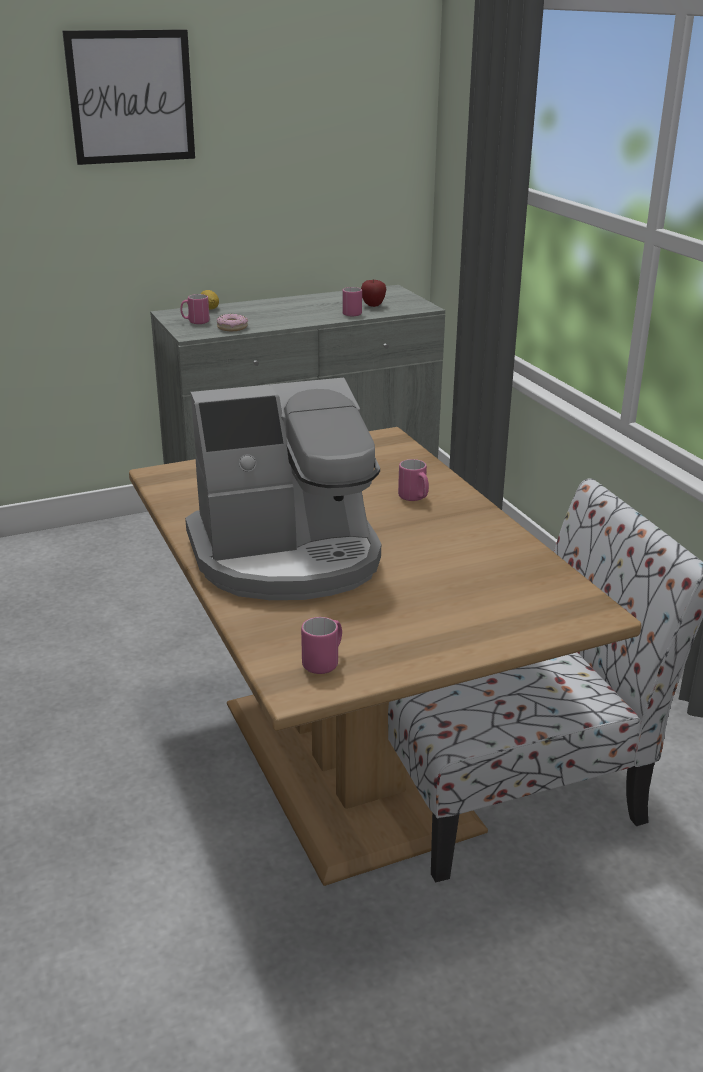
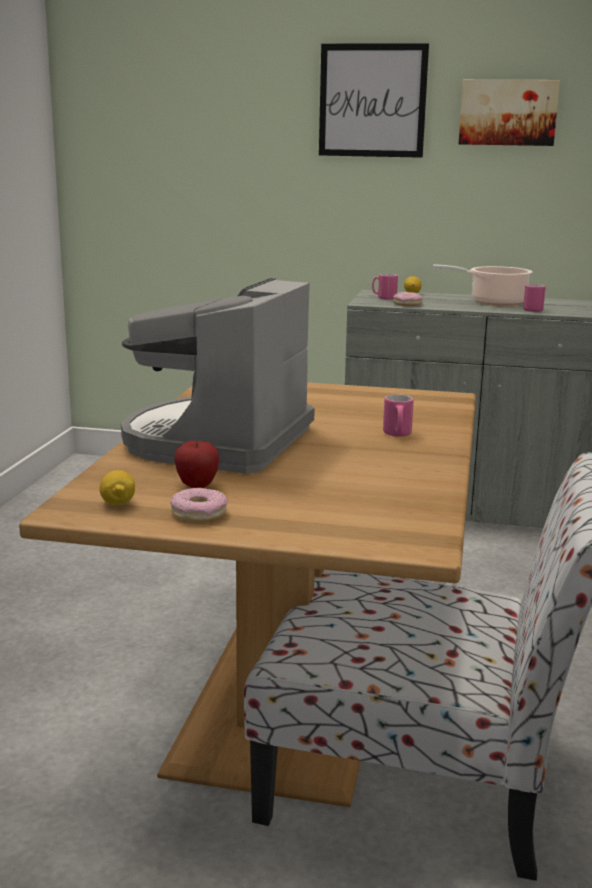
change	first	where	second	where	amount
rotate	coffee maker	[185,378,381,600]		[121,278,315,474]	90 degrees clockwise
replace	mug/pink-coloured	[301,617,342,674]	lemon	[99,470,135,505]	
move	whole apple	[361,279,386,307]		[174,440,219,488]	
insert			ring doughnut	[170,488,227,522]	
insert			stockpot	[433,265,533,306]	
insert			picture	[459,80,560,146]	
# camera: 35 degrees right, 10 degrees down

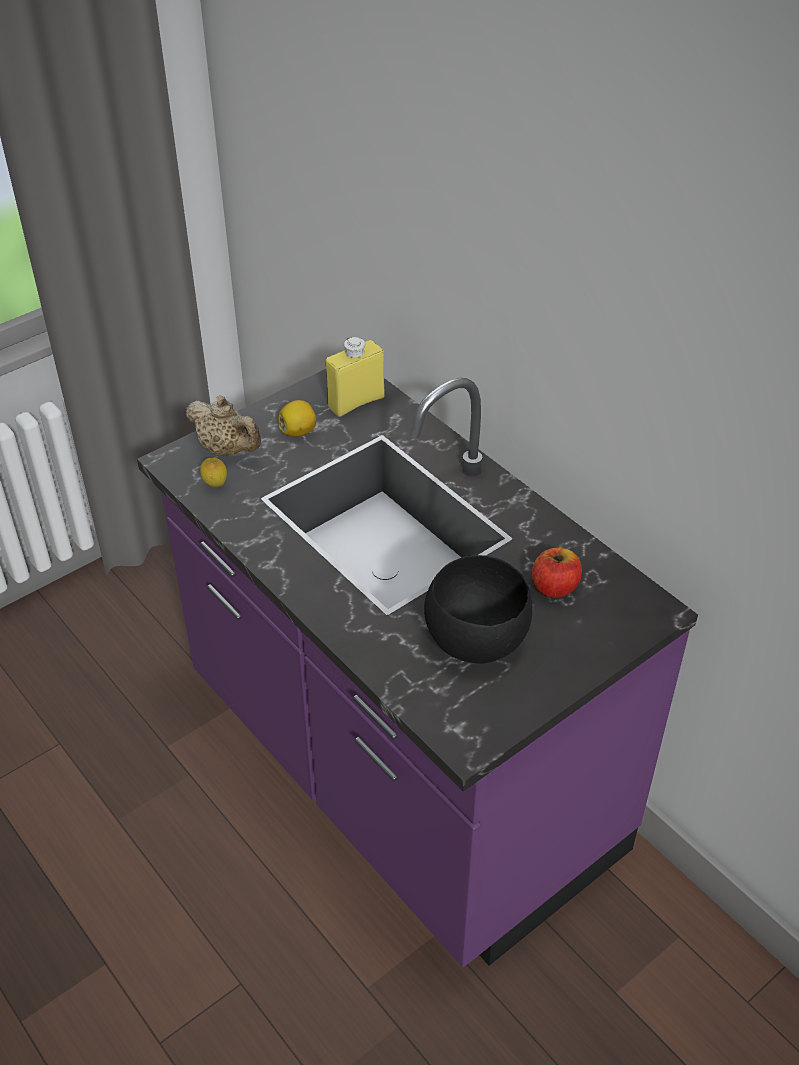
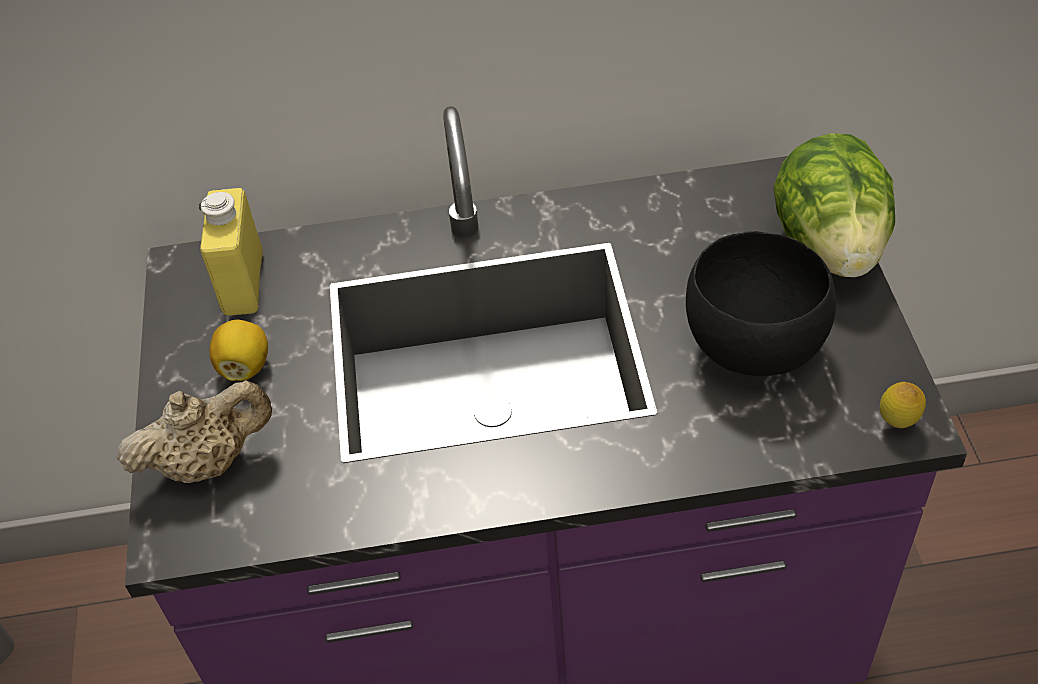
change	first	where	second	where	amount
move	lemon	[200,458,227,488]		[880,382,926,428]	
delete	whole apple	[532,548,582,598]			
insert			lettuce head	[773,133,895,277]	
# camera: 55 degrees left, 5 degrees up

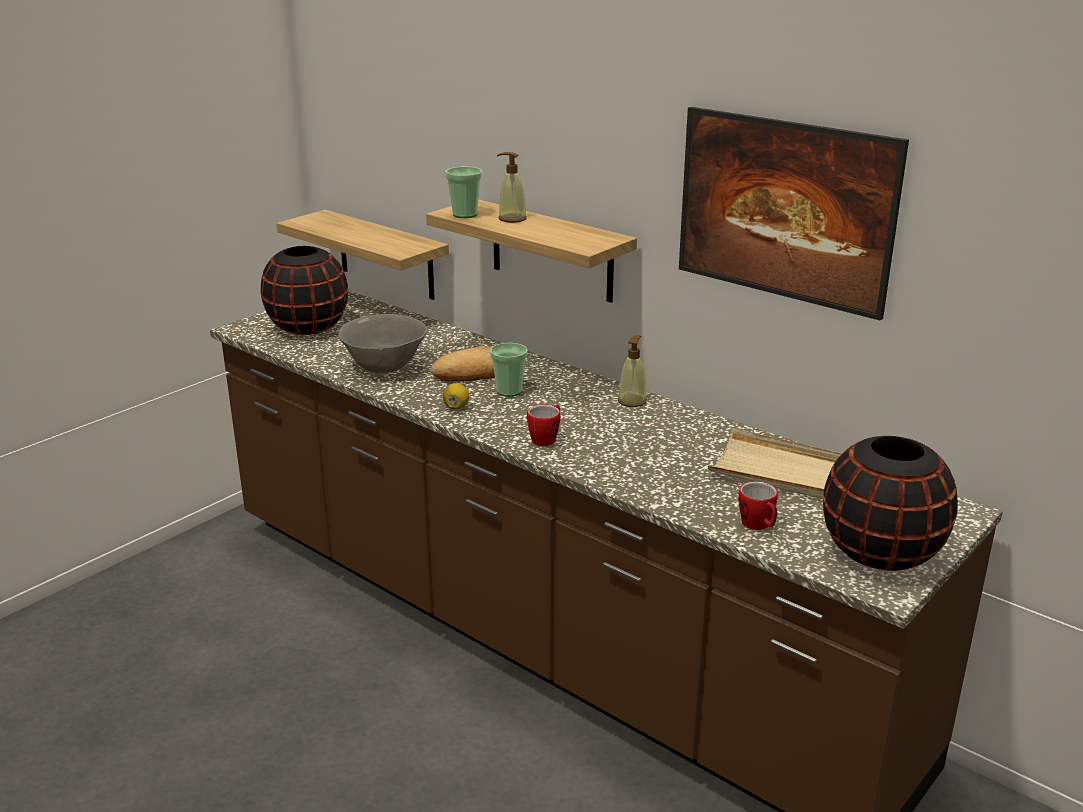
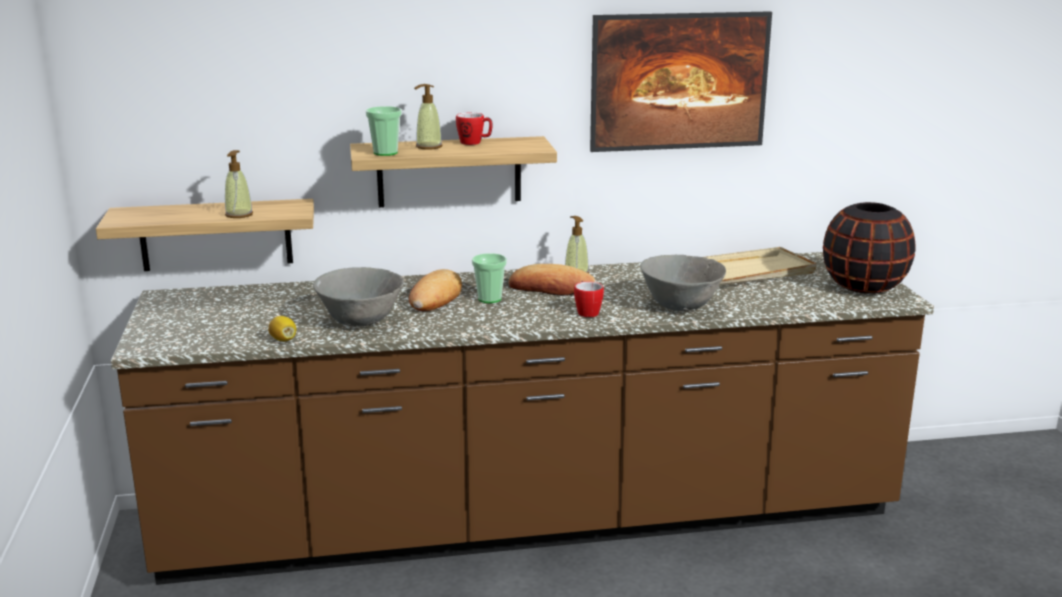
change	first	where	second	where	amount
delete	decorative vase/black	[261,246,348,335]			
move	lemon	[443,383,469,410]		[268,316,296,341]	
move	mug	[738,481,778,530]		[456,113,493,145]	
insert			soap bottle	[225,150,253,218]	
insert			bread	[509,264,596,296]	
insert			bowl/greyish	[640,255,726,311]	
# camera: 50 degrees left, 5 degrees down

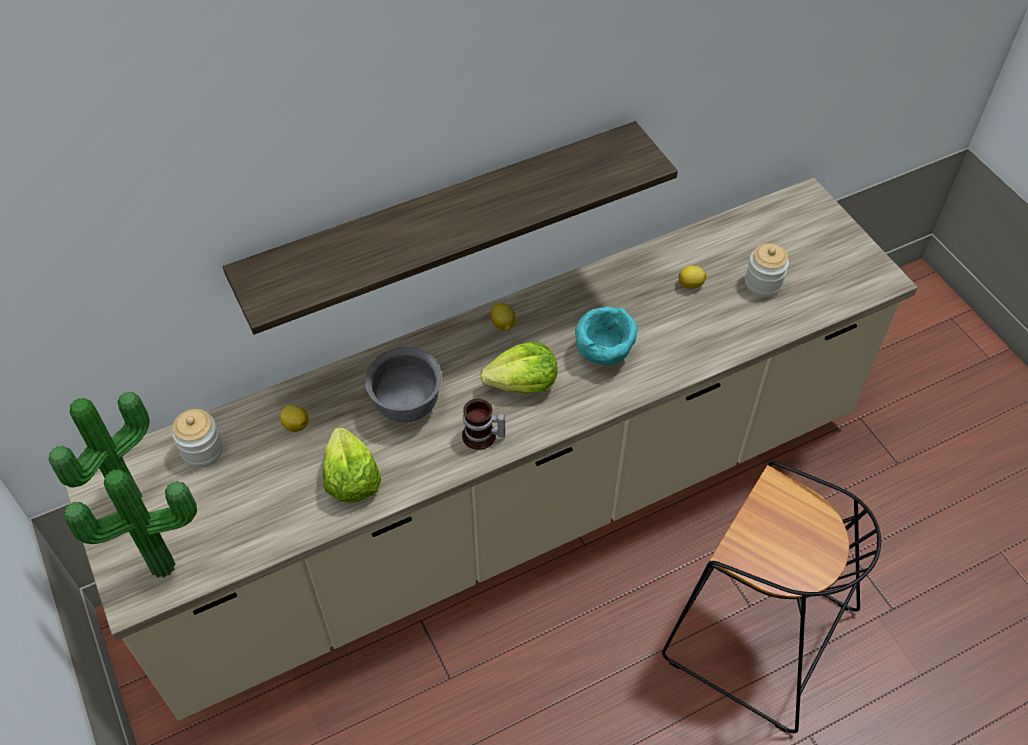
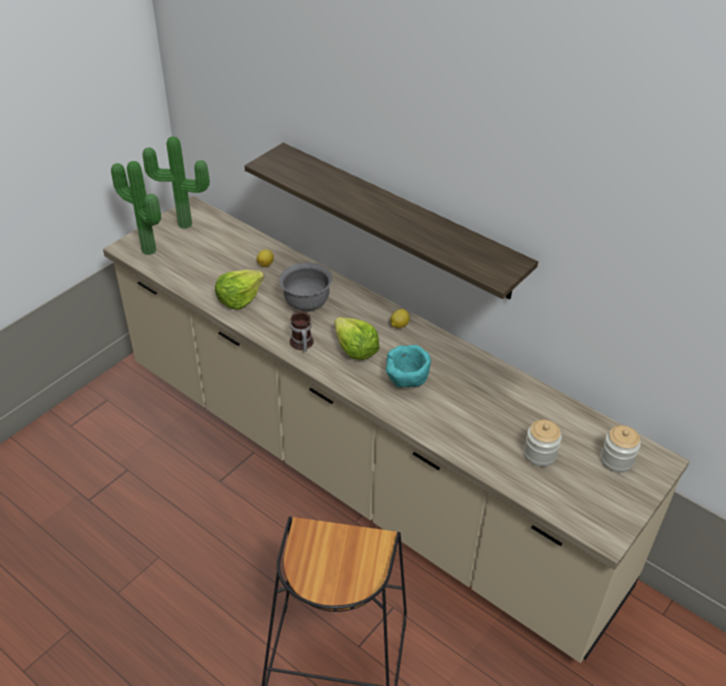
change	first	where	second	where	amount
move	jar	[172,409,223,467]		[601,425,641,473]	
delete	lemon	[679,265,707,289]			
# camera: 65 degrees right, 10 degrees down

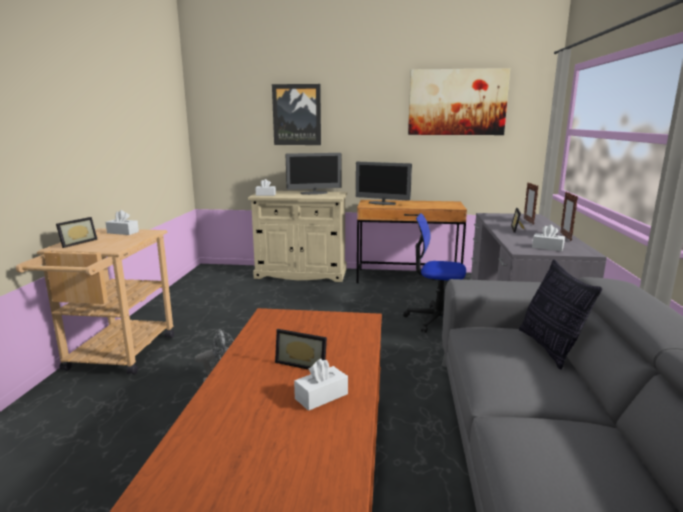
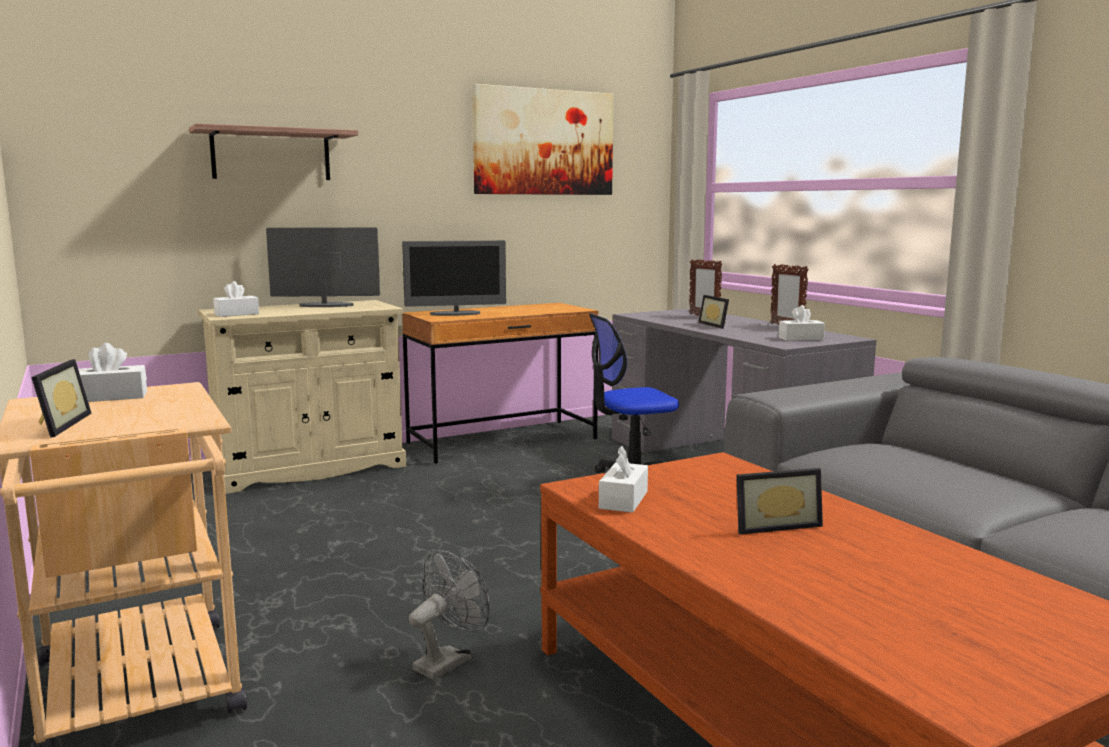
change	first	where	second	where	amount
replace	picture	[272,84,321,145]	wall shelf	[189,123,358,180]	
rotate	computer display	[286,153,341,195]		[266,227,380,307]	135 degrees counterclockwise
move	tissue box/whitish	[294,359,348,411]		[599,446,648,513]	
delete	throw pillow	[519,259,602,370]			
# camera: 35 degrees left, 5 degrees down

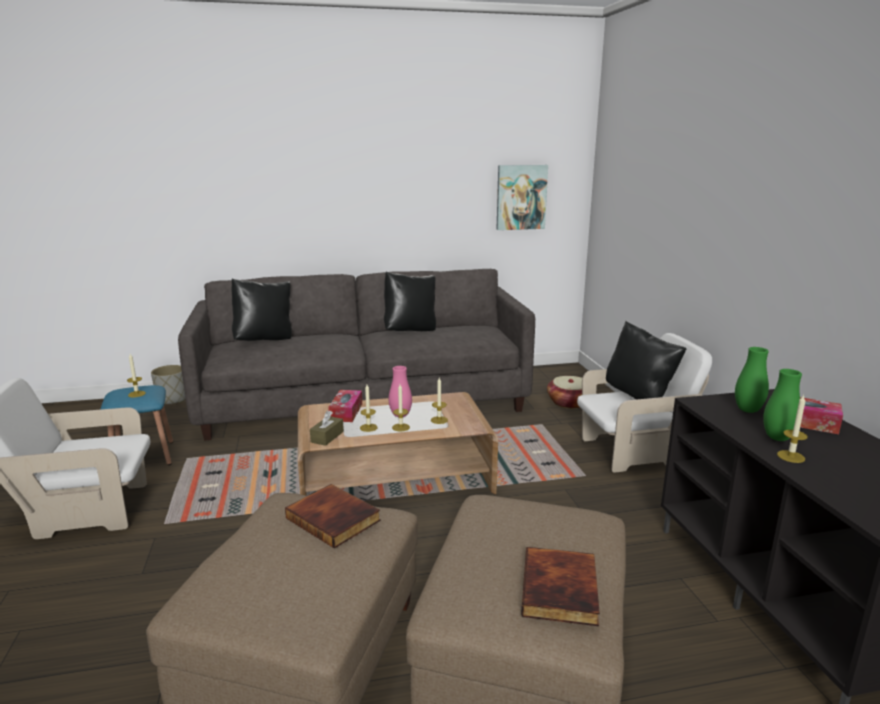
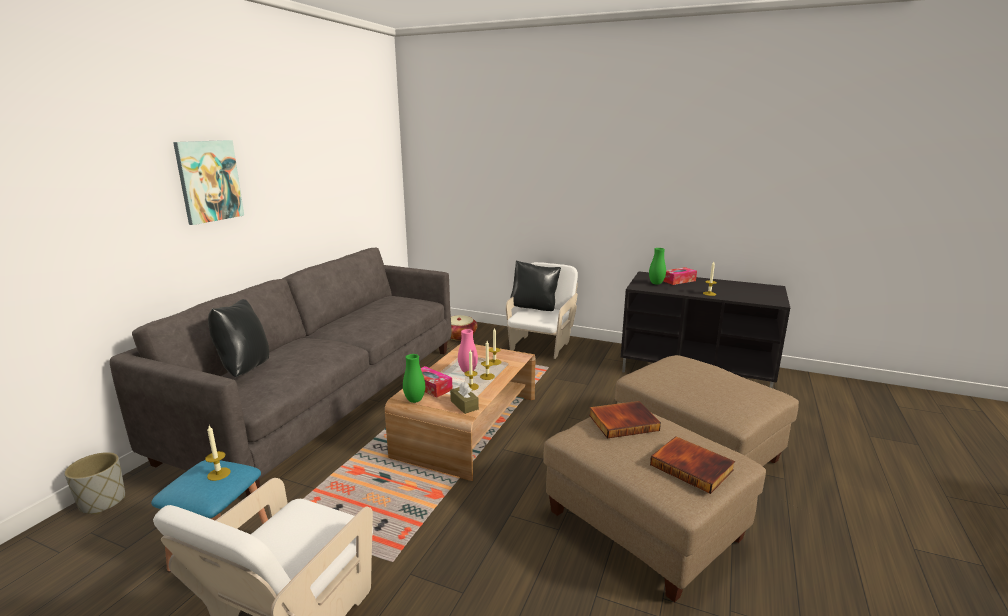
change	first	where	second	where	amount
delete	throw pillow/black	[384,272,436,331]			
move	picture	[496,165,548,230]		[173,140,244,225]	
move	book	[521,547,600,626]		[650,436,735,494]	
move	decorative vase/green	[763,369,802,441]		[403,354,425,403]	
# camera: 55 degrees left, 0 degrees up

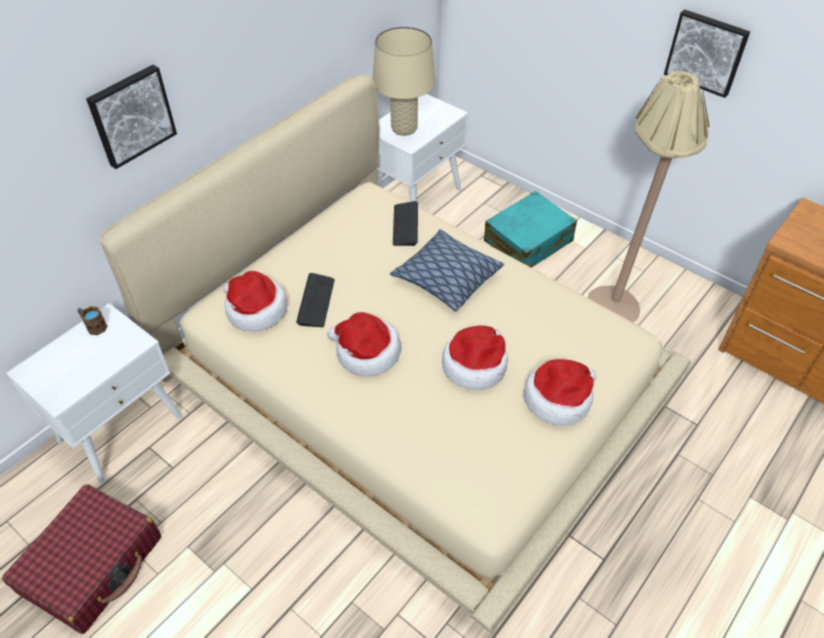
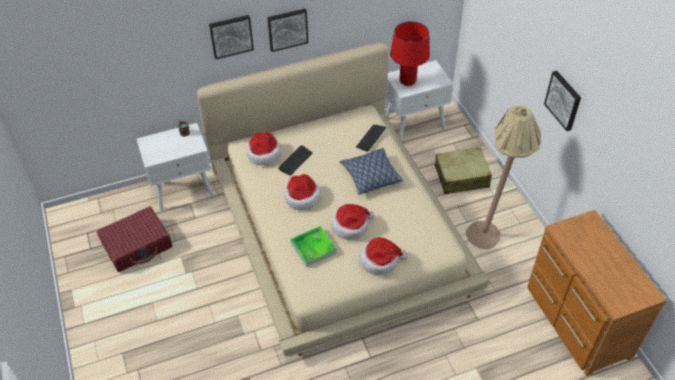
change	first	where	second	where	amount
recolor	lamp for a table/beige-coloured	[373,27,435,136]	lamp for a table/red-coloured	[390,21,430,86]	
recolor	suitcase/turquoise-coloured	[484,191,577,268]	suitcase/beige-coloured	[435,147,492,194]	
insert			picture	[267,9,308,52]	
insert			tray	[290,226,337,267]	
# camera: 30 degrees right, 0 degrees up

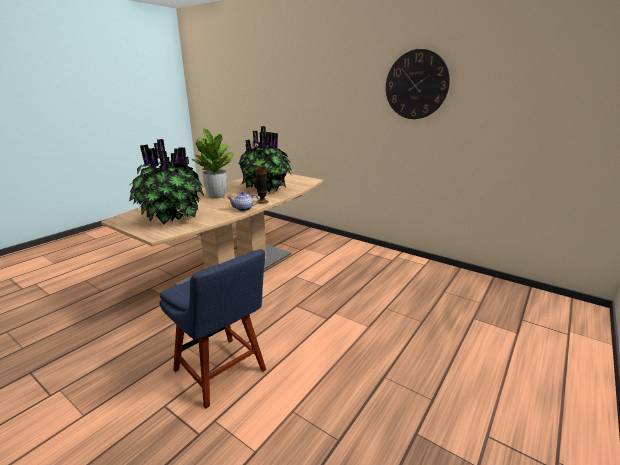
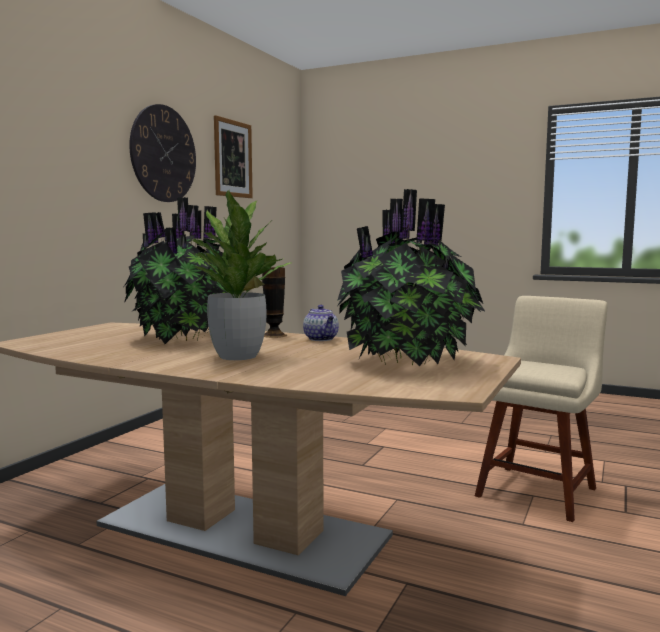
change	first	where	second	where	amount
recolor	plain chair/bluish	[160,249,266,409]	plain chair/beige-coloured	[475,296,608,522]	
insert			picture	[214,115,253,198]	
# camera: 100 degrees left, 15 degrees down

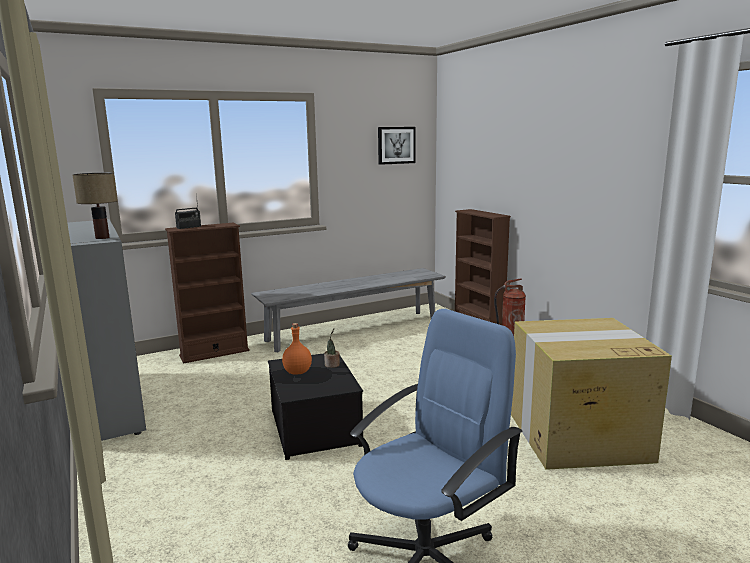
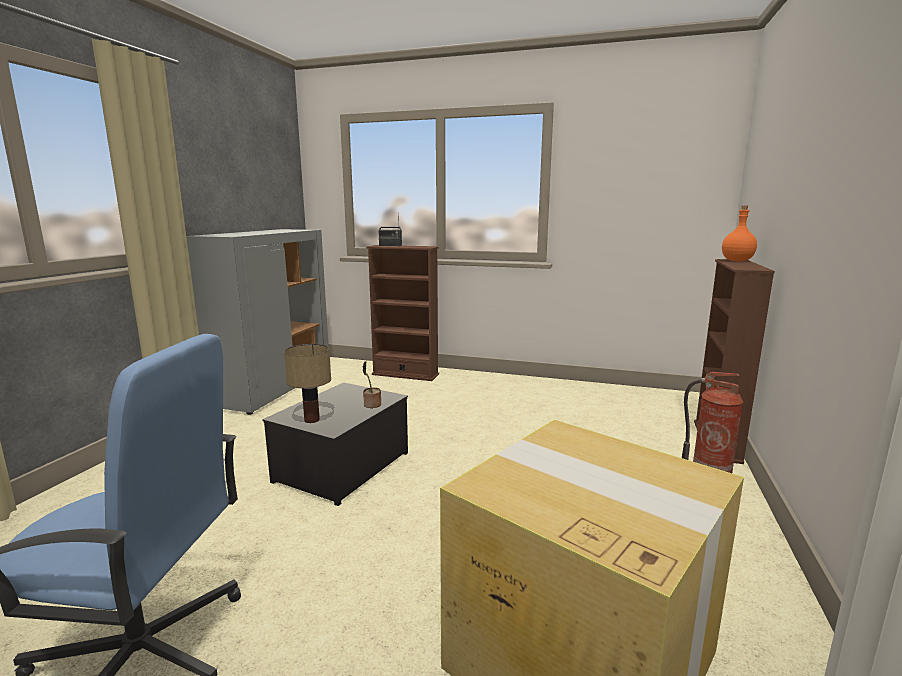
change	first	where	second	where	amount
move	lamp for a table	[73,173,118,239]		[284,344,331,423]	
delete	long seat/greyish	[251,268,446,352]			
move	bottle/orange-coloured	[282,323,312,375]		[722,205,757,261]	
delete	picture	[378,127,416,165]			
# camera: 45 degrees right, 0 degrees up

